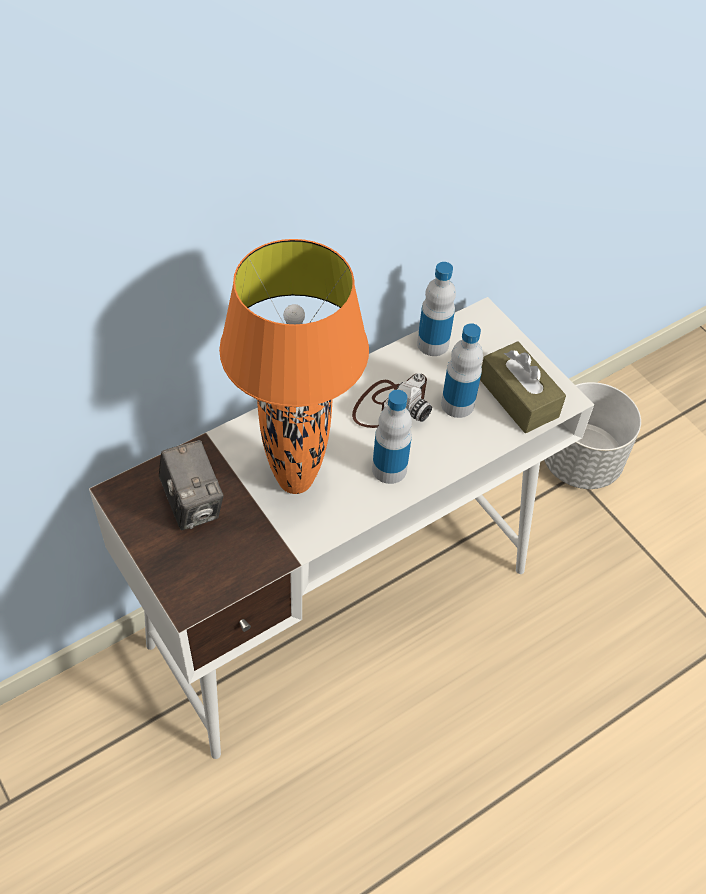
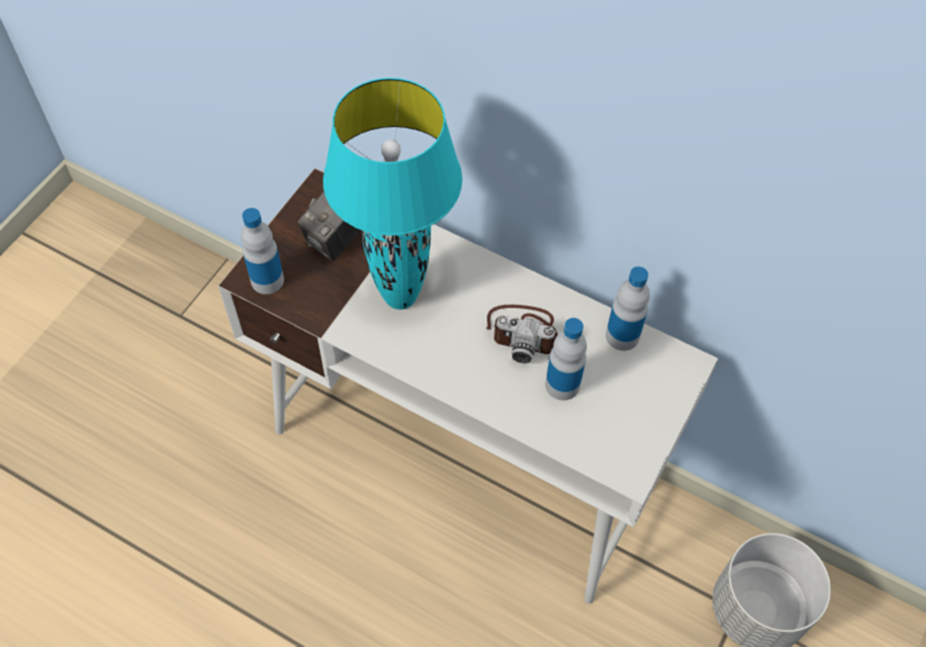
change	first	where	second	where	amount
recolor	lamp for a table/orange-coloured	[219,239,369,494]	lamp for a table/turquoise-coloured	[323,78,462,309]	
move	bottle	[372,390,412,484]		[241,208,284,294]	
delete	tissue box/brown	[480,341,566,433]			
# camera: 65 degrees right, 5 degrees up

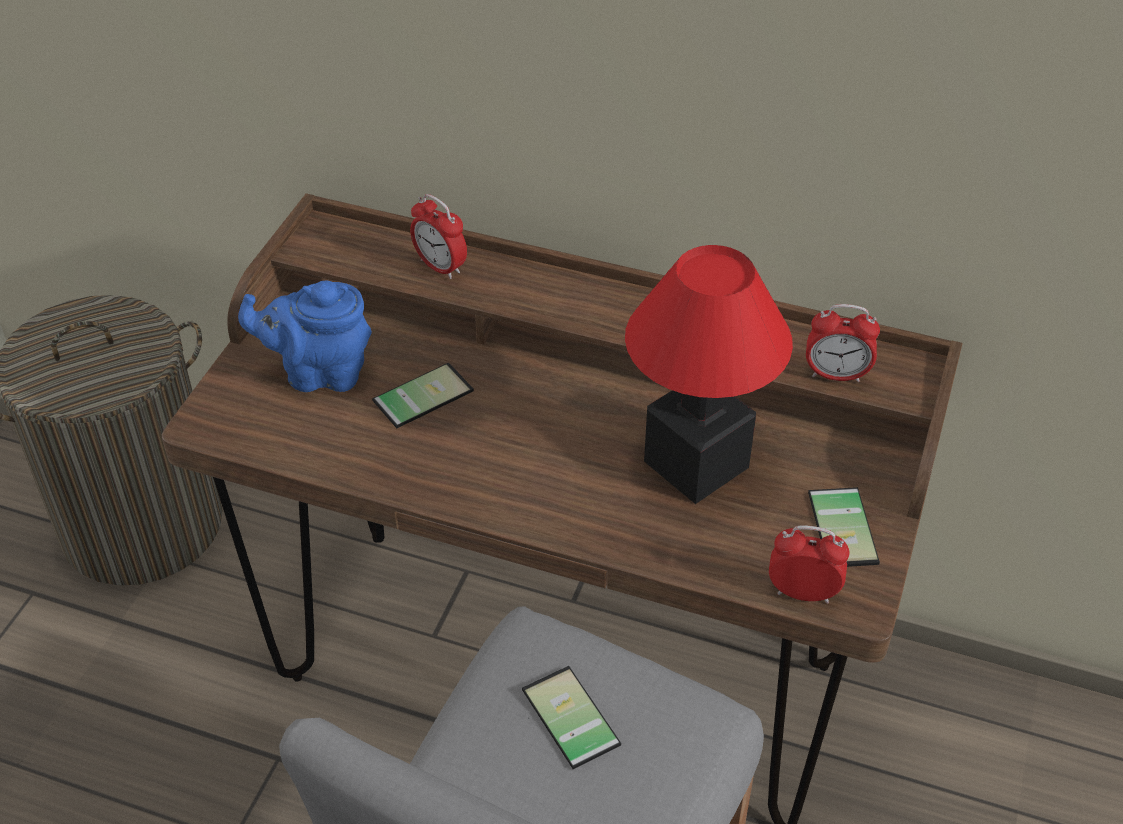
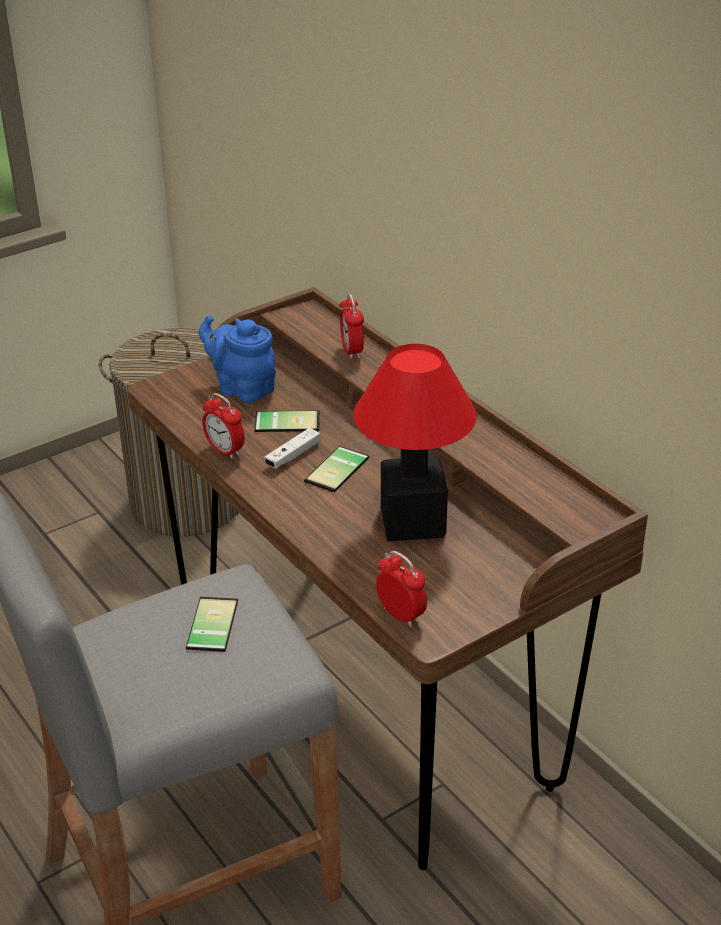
change	first	where	second	where	amount
move	bedside clock	[806,304,880,382]		[202,393,245,459]	
move	phone	[808,487,884,567]		[304,446,369,493]	
insert			game controller/whitish	[265,428,320,469]	
# camera: 35 degrees right, 10 degrees down

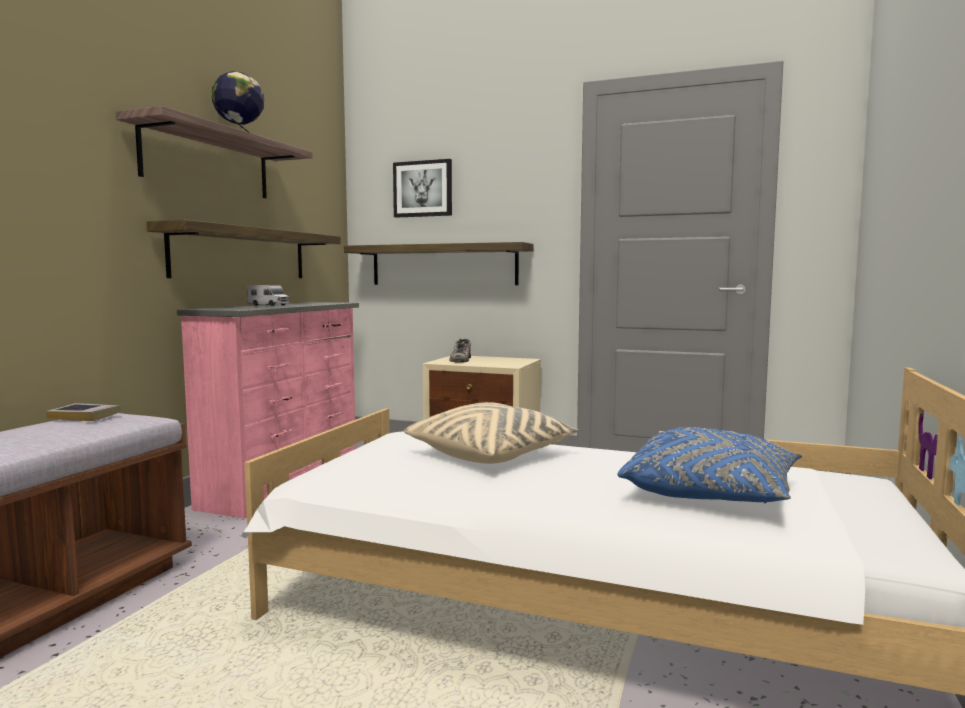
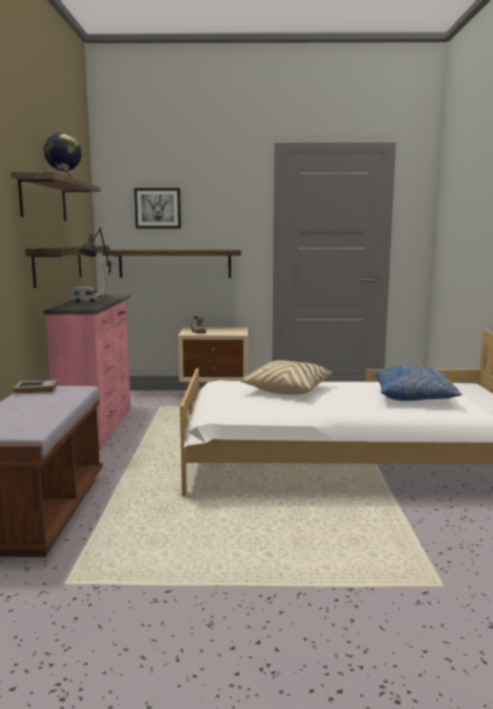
change	first	where	second	where	amount
insert			lamp for a table/black	[79,227,112,303]	
# camera: 20 degrees left, 5 degrees up

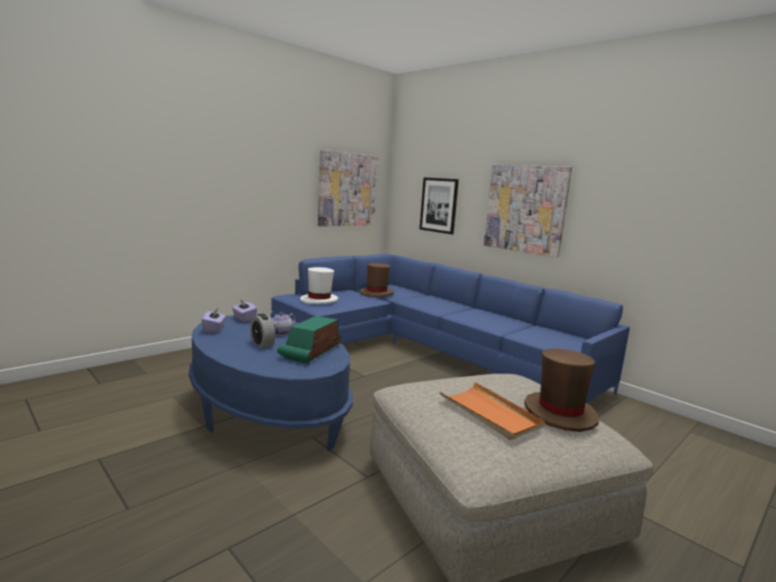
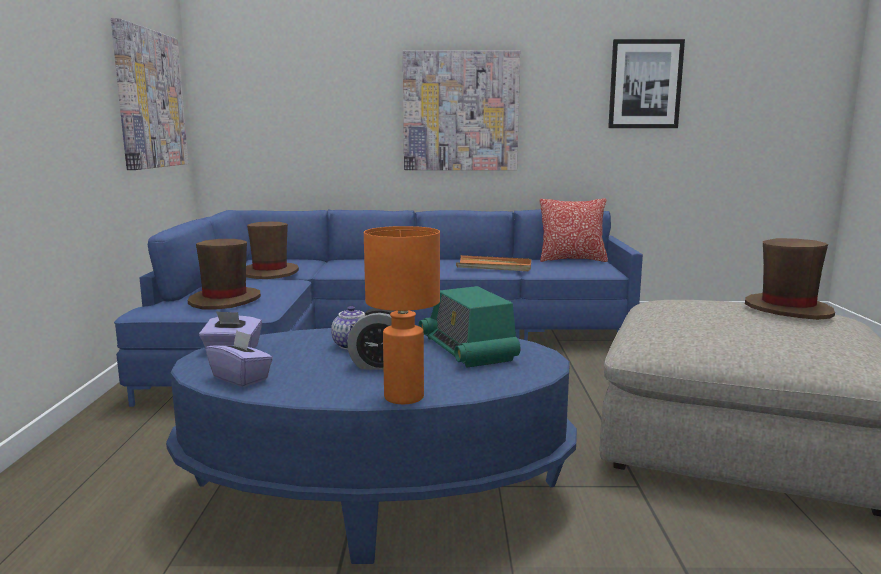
change	first	where	second	where	amount
recolor	clothing hat/whitish	[300,267,338,304]	clothing hat/brown	[188,239,261,309]	
move	picture	[419,177,459,234]		[608,39,685,128]	
move	tray/orange-coloured	[440,382,545,440]		[456,255,531,271]	
insert			lamp for a table/orange-coloured	[364,226,440,404]	
insert			throw pillow	[540,199,608,262]	
# camera: 45 degrees left, 0 degrees up

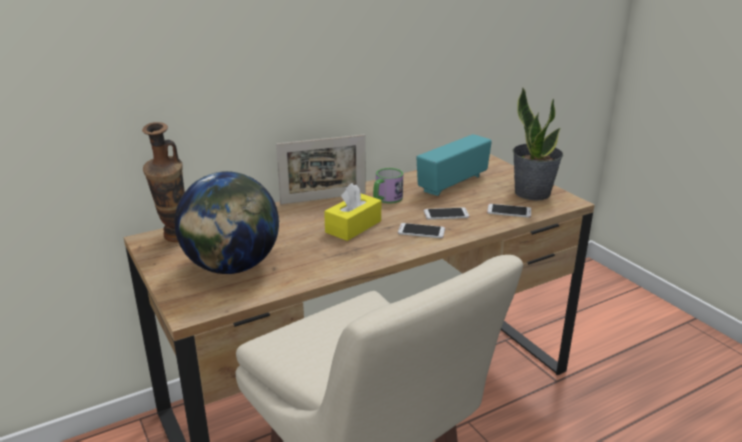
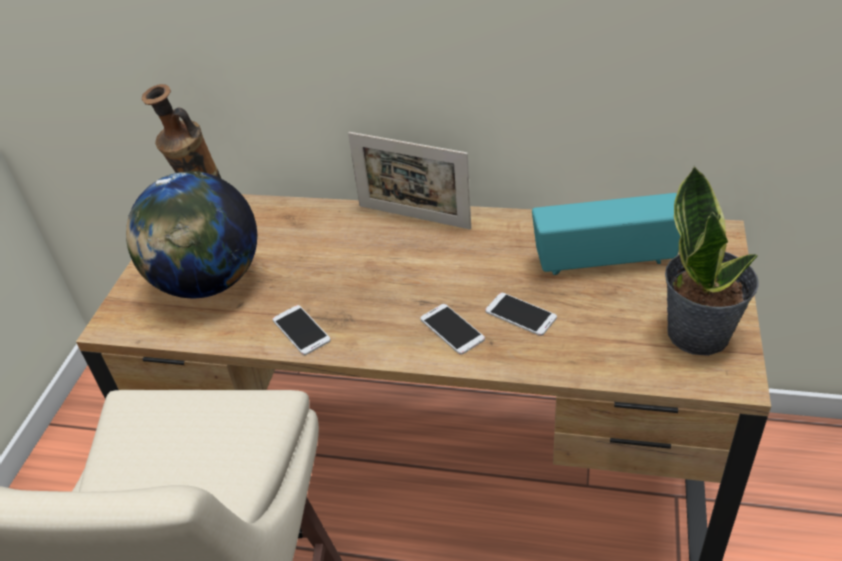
change	first	where	second	where	amount
delete	tissue box/yellow	[324,183,381,241]			
delete	mug	[373,168,403,204]			
move	phone	[487,204,531,218]		[273,305,331,355]	
# camera: 45 degrees right, 15 degrees up

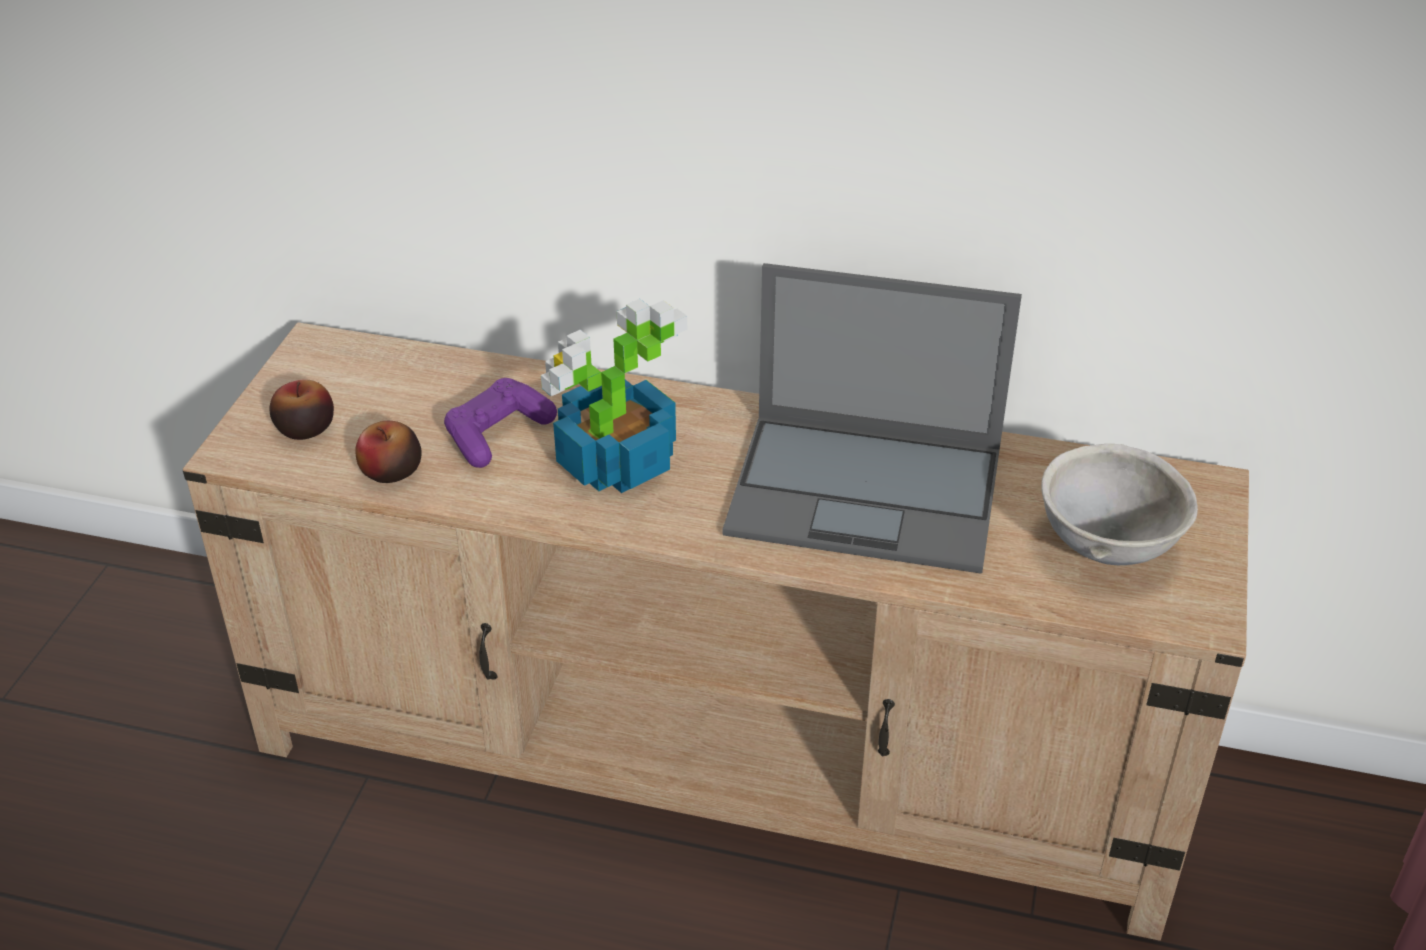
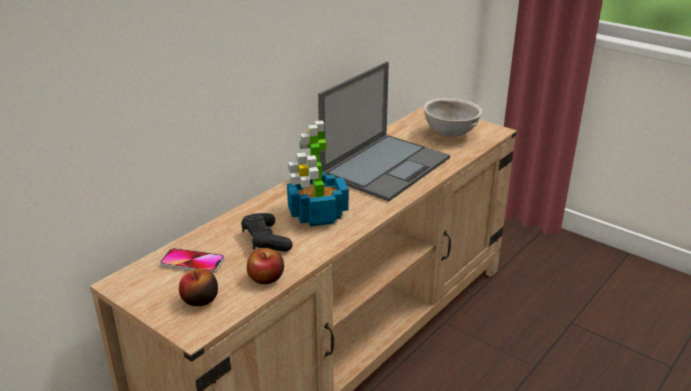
change	first	where	second	where	amount
recolor	game controller/purple-coloured	[444,378,557,468]	game controller/black	[241,213,293,252]	
insert			phone	[160,248,225,274]	
# camera: 65 degrees left, 10 degrees down

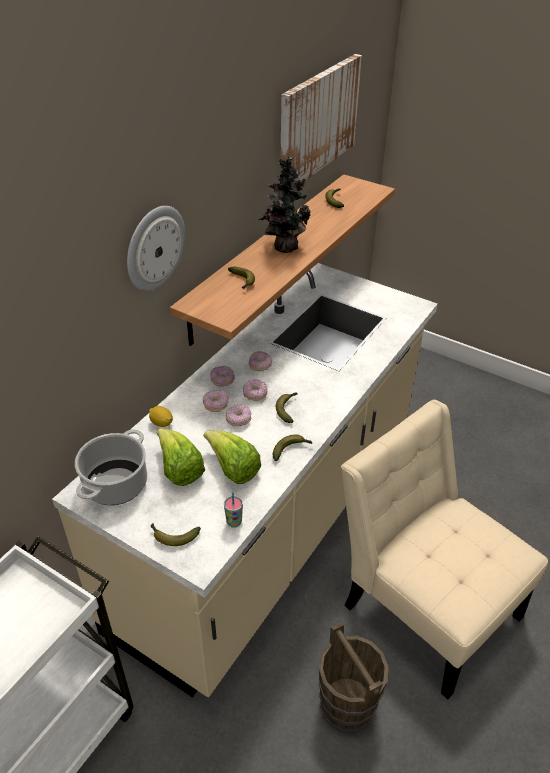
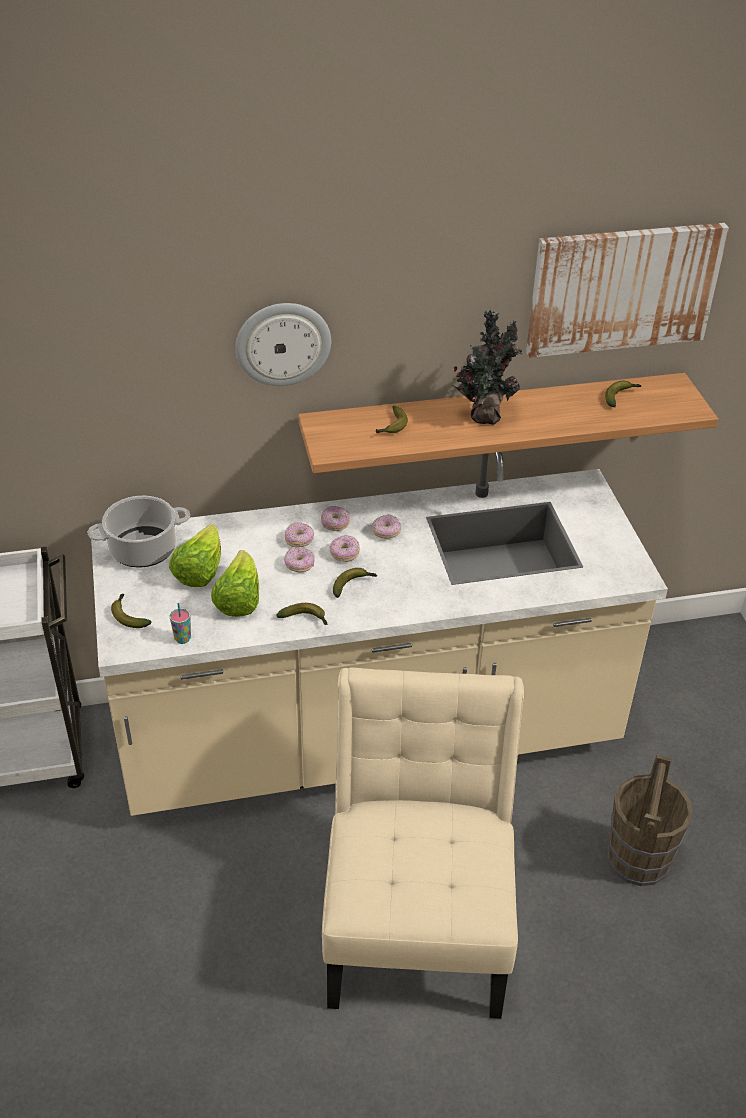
change	first	where	second	where	amount
delete	lemon	[149,406,173,427]			
move	bucket/brown	[318,621,389,733]		[607,754,693,886]	
# camera: 45 degrees right, 0 degrees up

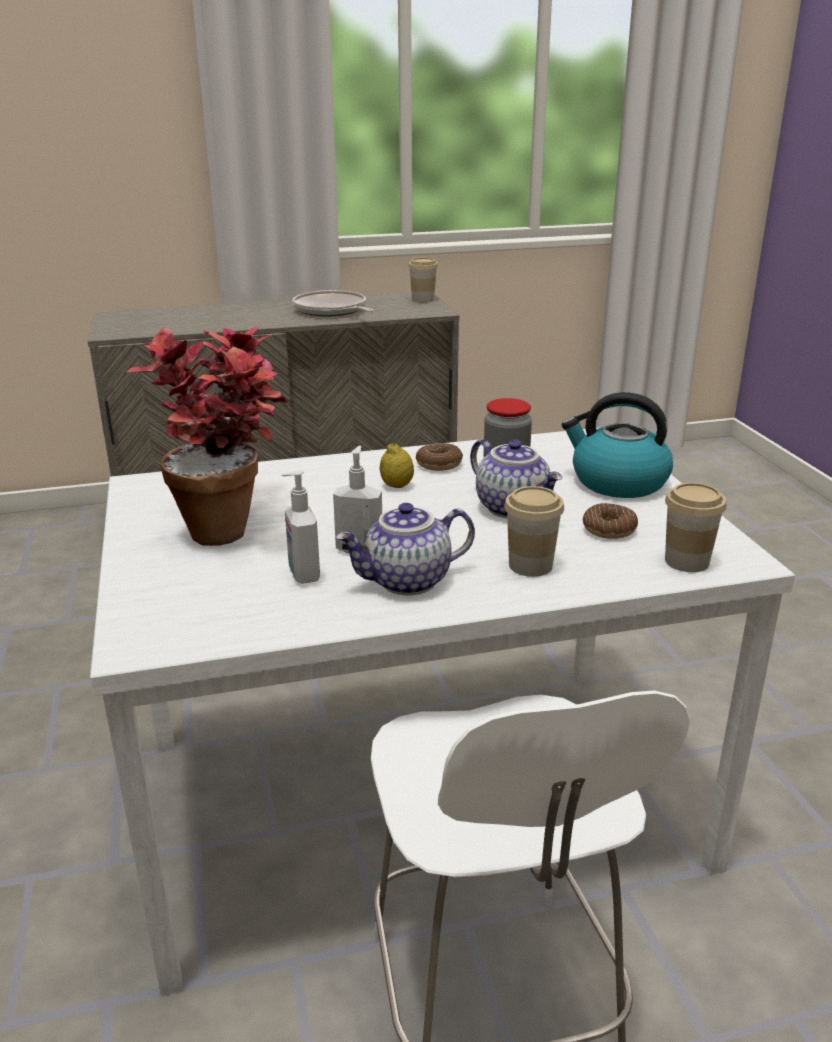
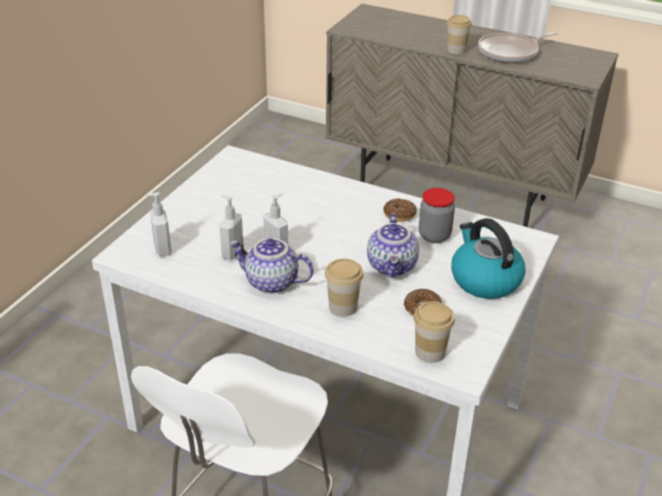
change	first	where	second	where	amount
delete	potted plant	[127,327,288,546]			
rotate	skillet	[292,290,374,317]		[478,32,558,63]	120 degrees counterclockwise
delete	lemon	[380,443,414,488]			
move	cup	[408,258,438,303]		[447,15,472,54]	
insert			soap bottle	[146,192,171,256]	
# camera: 40 degrees right, 10 degrees up

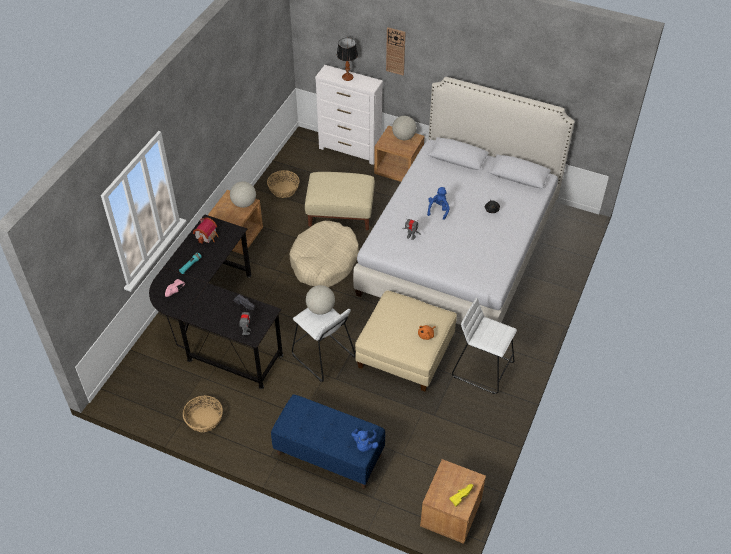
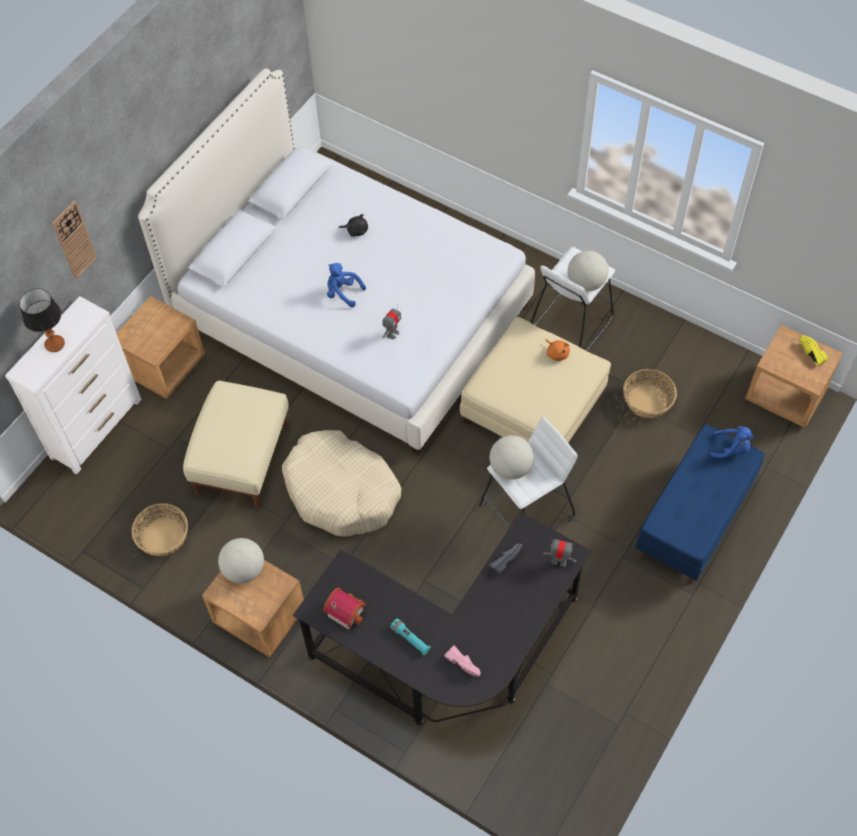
change	first	where	second	where	amount
move	basket	[183,395,223,432]		[623,369,677,418]	
move	desk globe	[392,116,417,140]		[568,251,609,291]	
# camera: 80 degrees left, 10 degrees up

